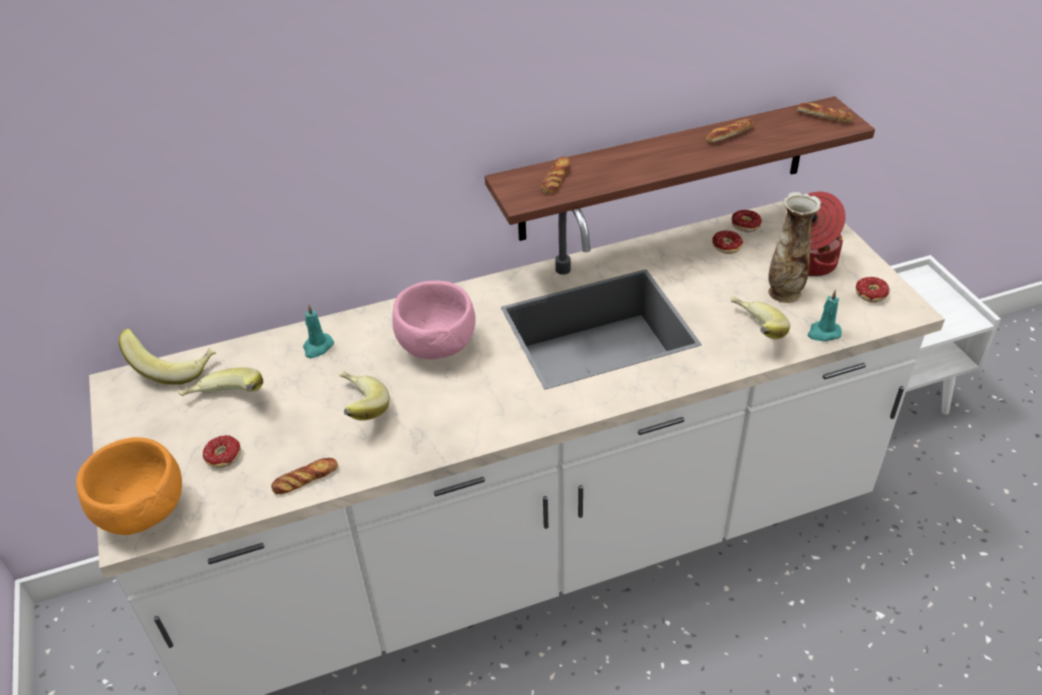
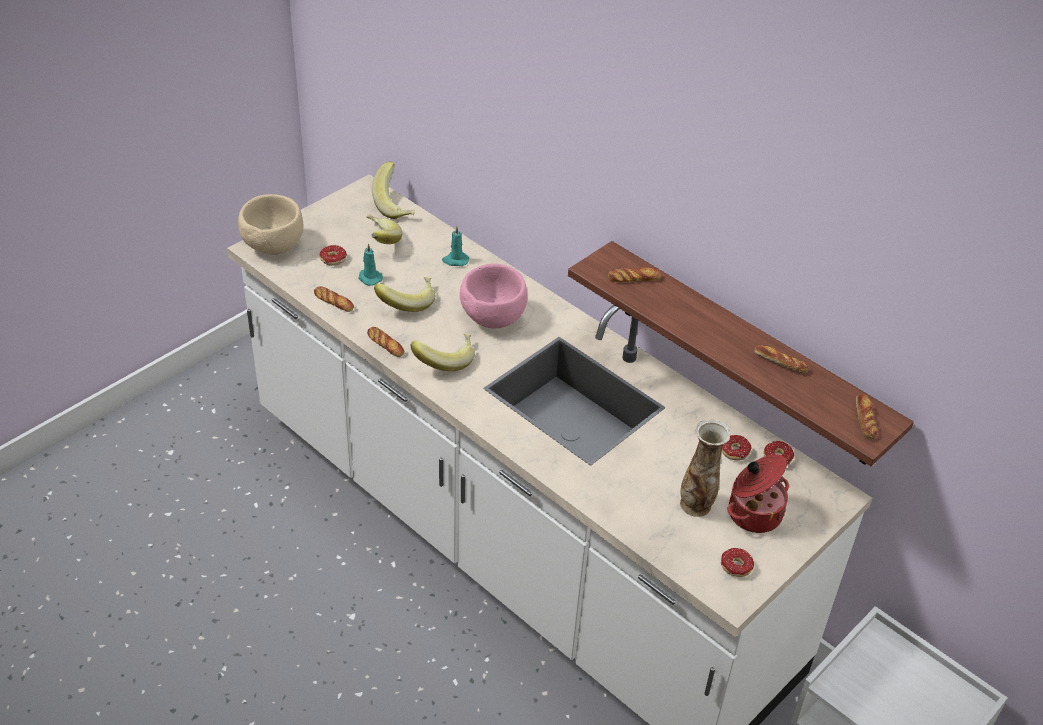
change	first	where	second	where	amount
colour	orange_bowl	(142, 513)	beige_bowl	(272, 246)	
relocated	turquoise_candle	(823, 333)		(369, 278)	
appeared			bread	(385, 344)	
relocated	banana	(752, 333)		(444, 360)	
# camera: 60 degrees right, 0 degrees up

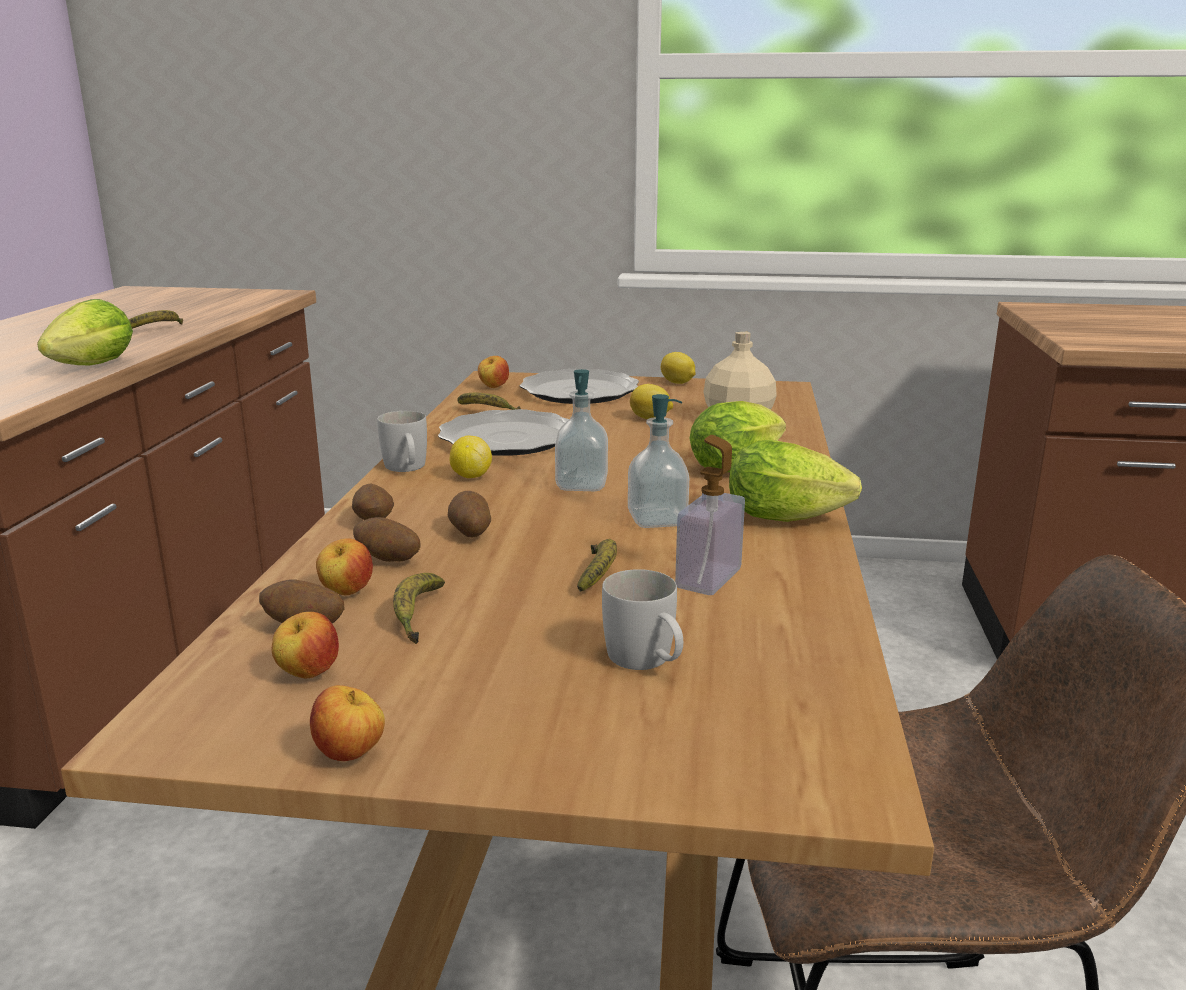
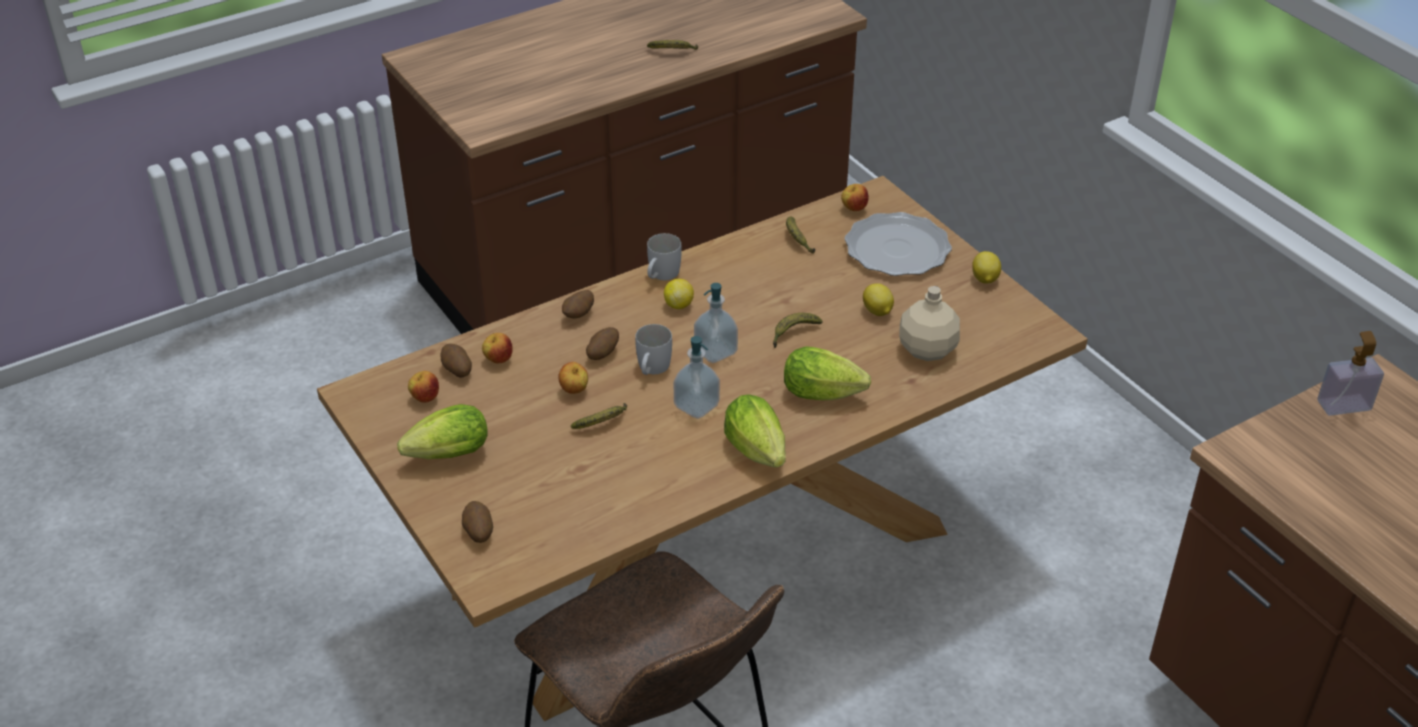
change	first	where	second	where	amount
relocated	lettuce	(88, 367)		(444, 456)	
relocated	potato	(387, 560)		(478, 532)	
relocated	apple	(350, 755)		(574, 390)	
relocated	white_mug	(647, 661)		(652, 369)	
relocated	banana	(417, 616)		(793, 333)	
relocated	soap_dispenser	(708, 578)		(1344, 405)	
missing	plate	(509, 438)			
# camera: 50 degrees right, 20 degrees up

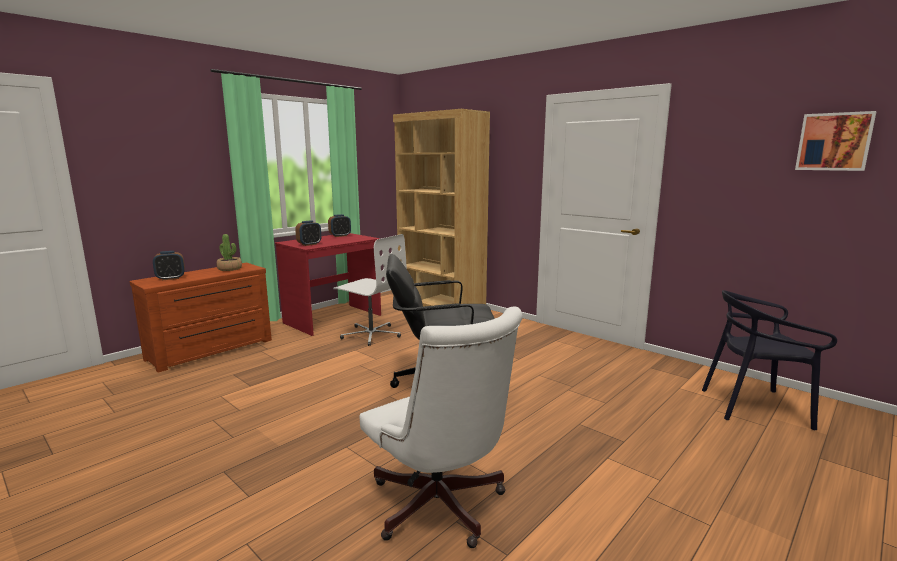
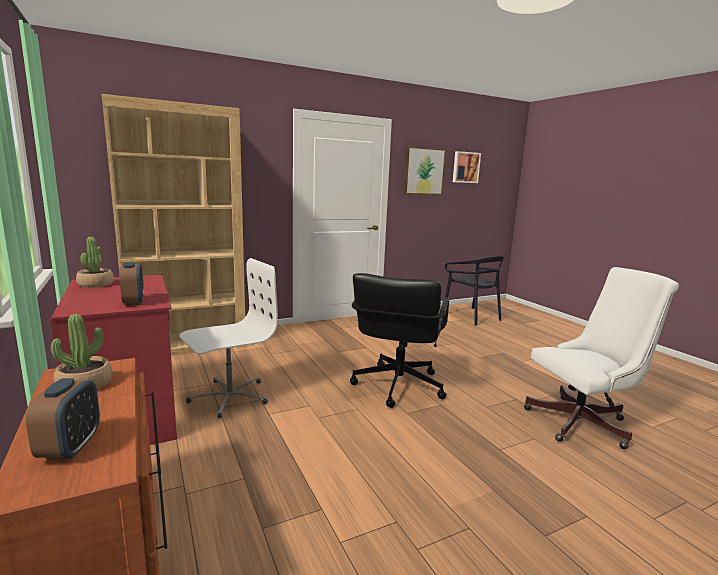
change	first	where	second	where	amount
exchanged	alarm_clock	(340, 236)	potted_plant	(95, 284)	
appeared			picture	(424, 171)	
spun	black_chair	(754, 407)		(471, 316)	60 degrees counterclockwise
# camera: 70 degrees left, 0 degrees up

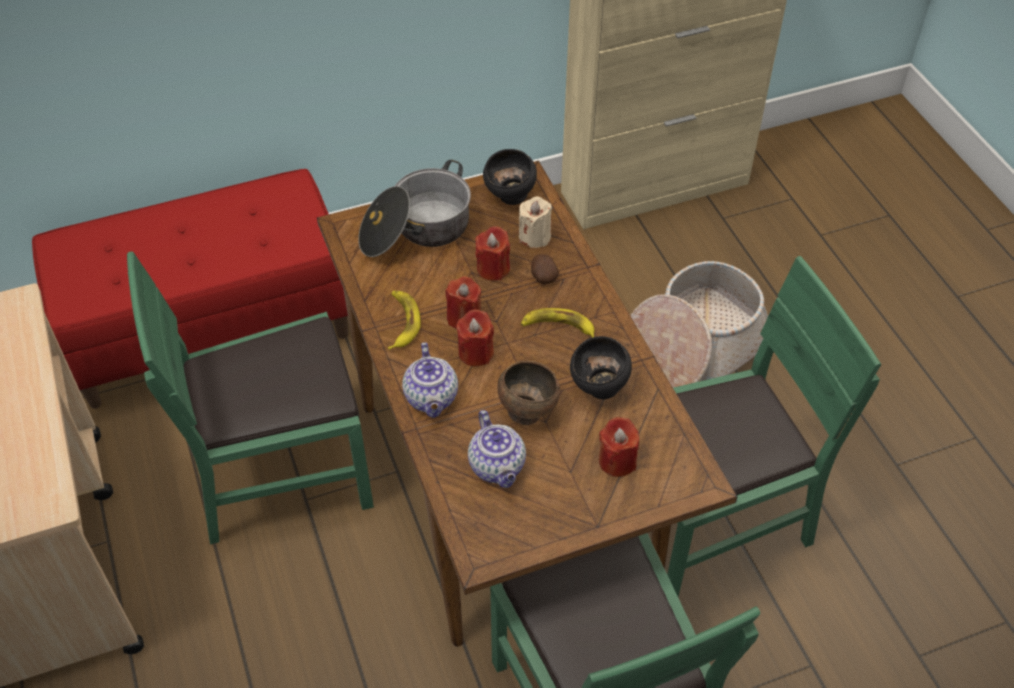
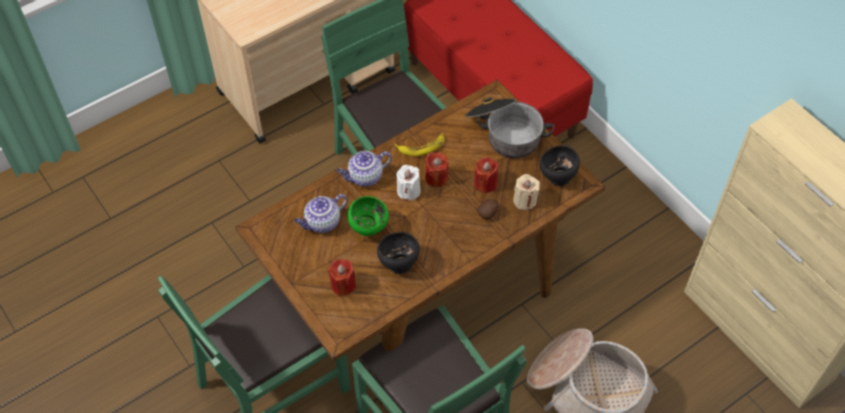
change	first	where	second	where	amount
colour	brown_bowl	(527, 411)	green_bowl	(369, 228)	
colour	red_candle	(475, 353)	white_candle	(408, 191)	
missing	banana	(558, 327)			
# camera: 75 degrees right, 5 degrees up

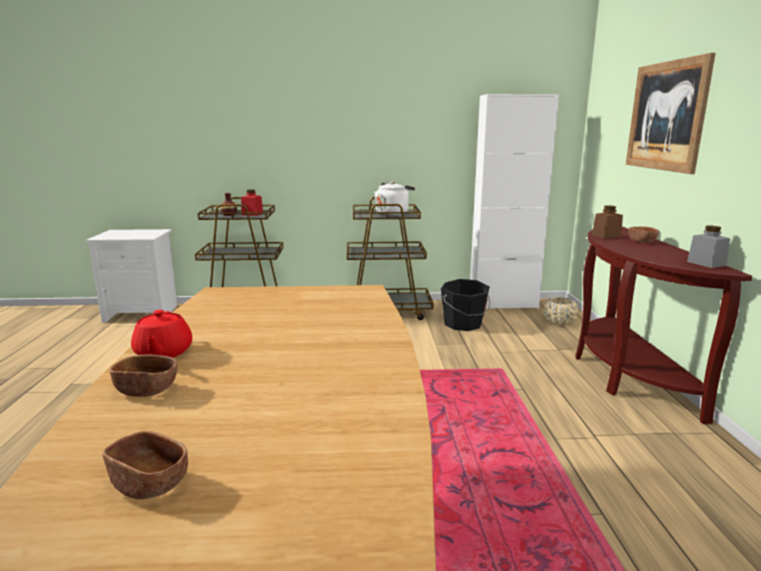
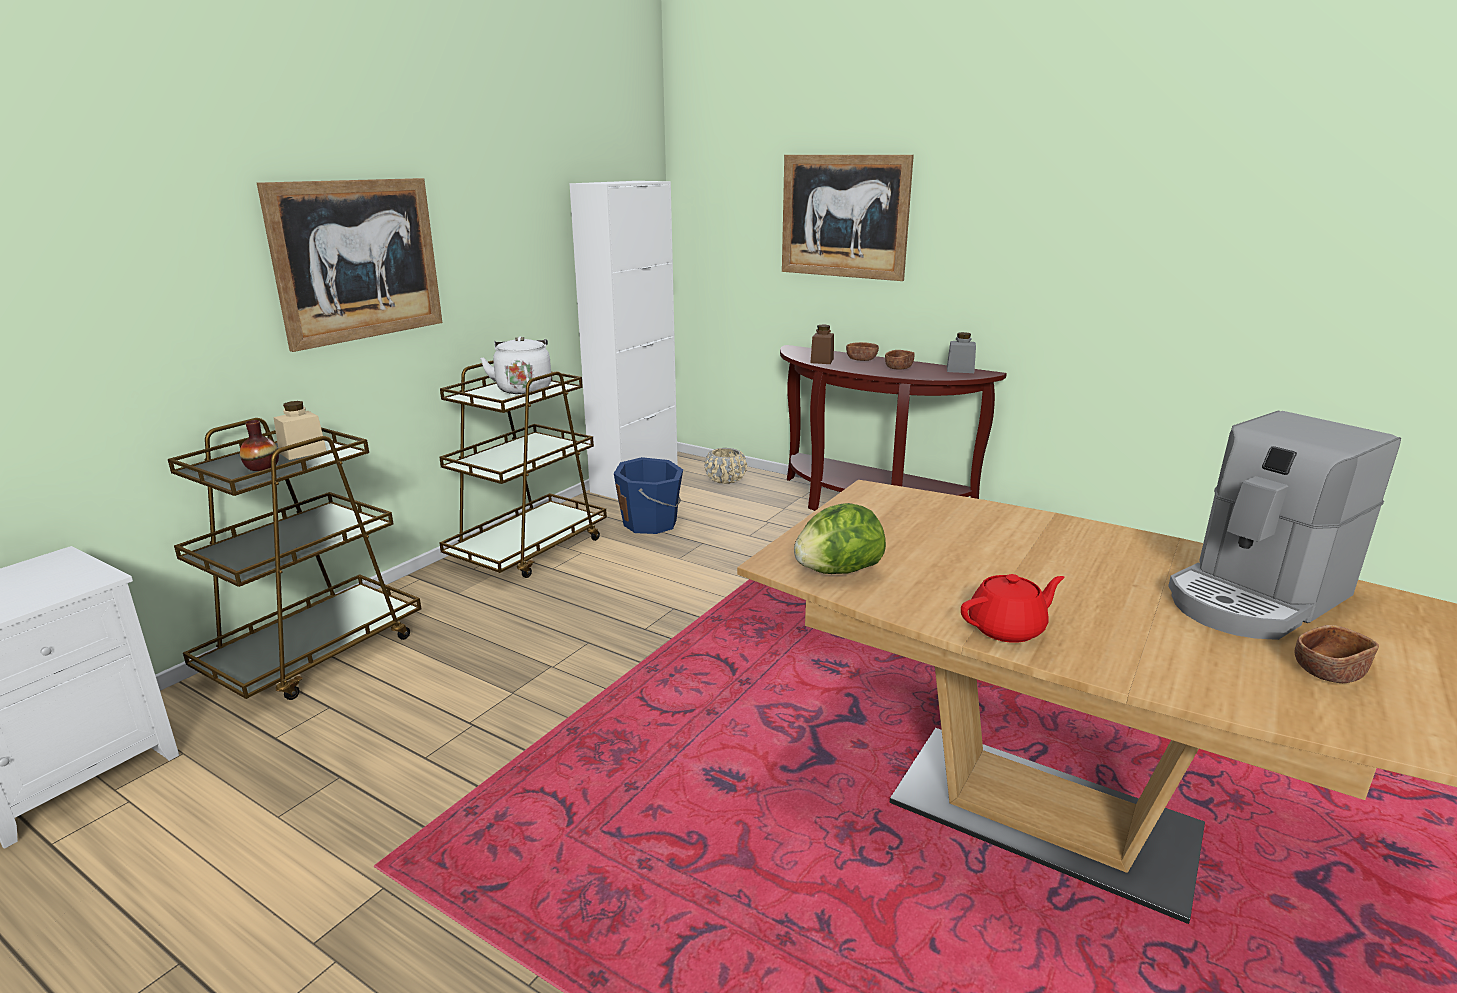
change	first	where	second	where	amount
appeared			picture	(358, 260)	
colour	red_jar	(252, 214)	beige_jar	(303, 452)	
colour	black_bucket	(463, 324)	blue_bucket	(651, 523)	
appeared			lettuce	(837, 571)	
relocated	brown_bowl	(147, 390)		(898, 368)	
spun	red_teapot	(163, 353)		(1007, 629)	45 degrees counterclockwise
appeared			coffee_machine	(1255, 598)	
# camera: 55 degrees left, 5 degrees up

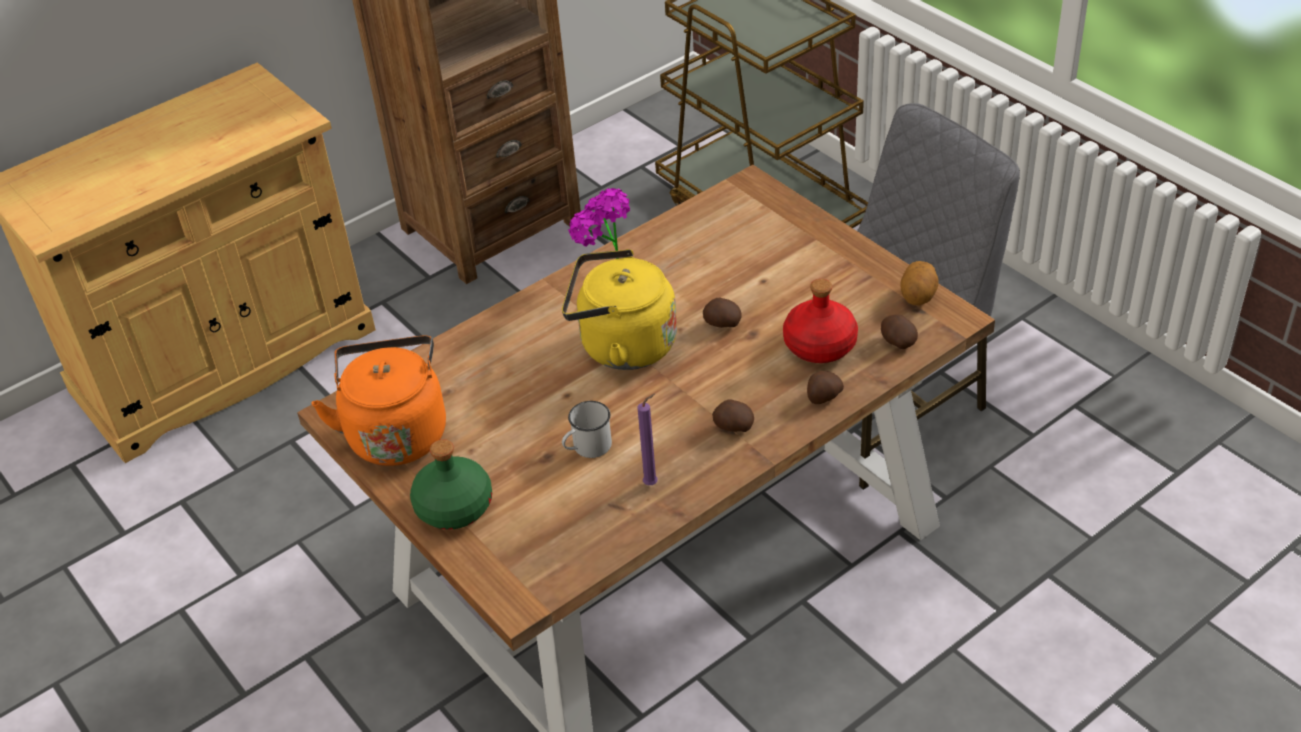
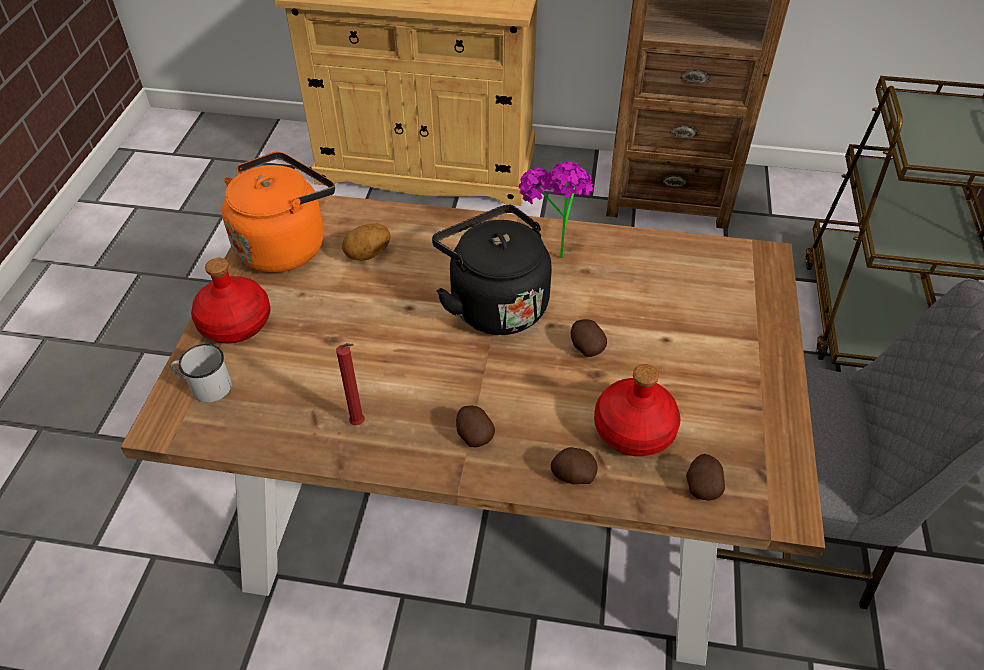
change	first	where	second	where	amount
relocated	white_mug	(587, 448)		(205, 386)	
colour	green_bottle	(453, 507)	red_bottle	(235, 322)	
colour	purple_candle	(653, 483)	red_candle	(359, 424)	
relocated	potato	(918, 297)		(368, 255)	
colour	yellow_kettle	(622, 346)	black_kettle	(494, 303)	
# camera: 45 degrees right, 5 degrees up

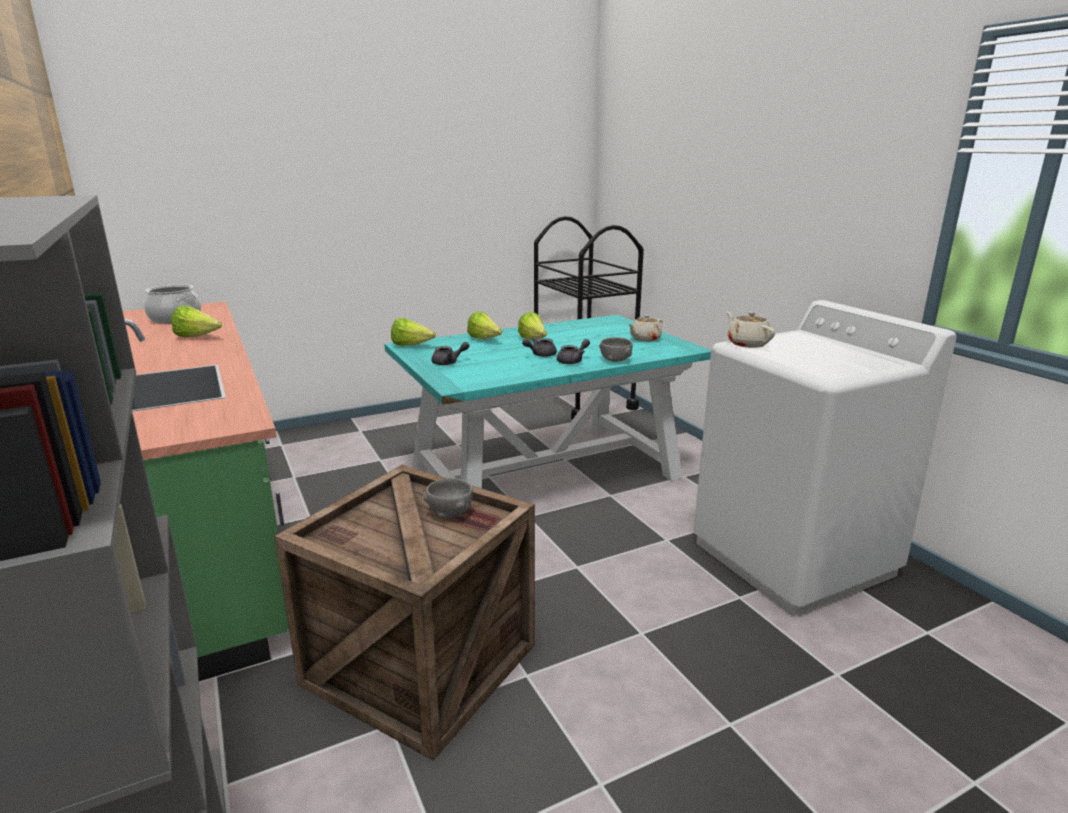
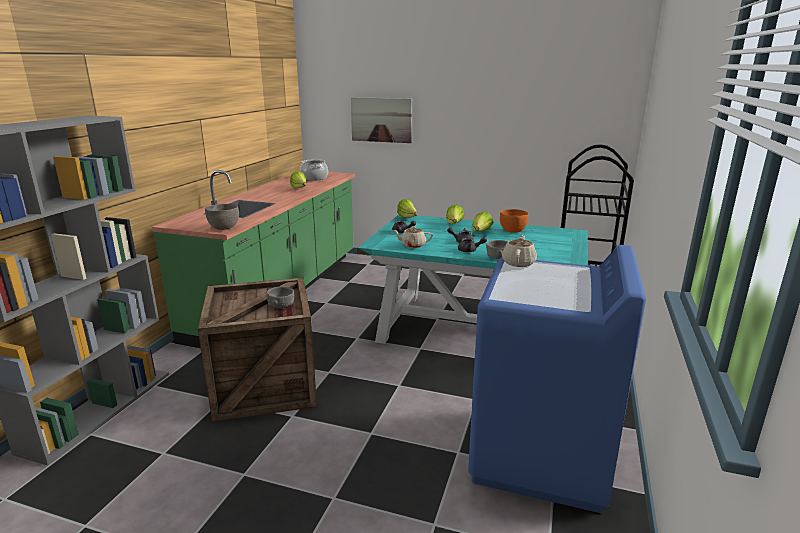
change	first	where	second	where	amount
appeared			grey_bowl	(224, 228)	
appeared			picture	(381, 120)	
relocated	beige_teapot	(644, 339)		(412, 245)	
colour	white_washing_machine	(793, 558)	blue_washing_machine	(540, 456)	
appeared			orange_bowl	(512, 231)	
# camera: 45 degrees right, 0 degrees up

